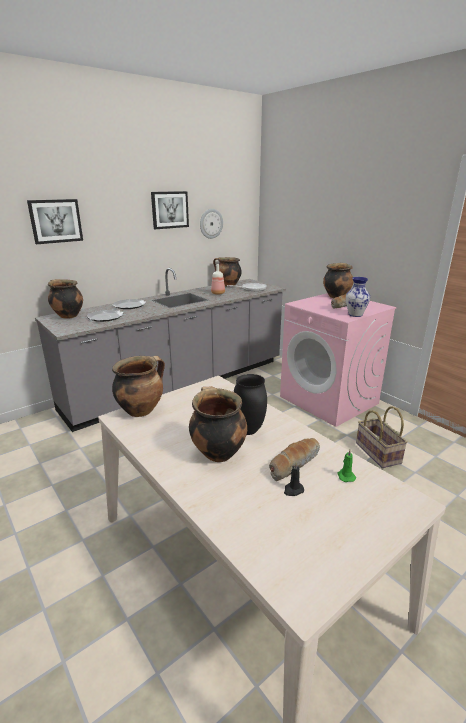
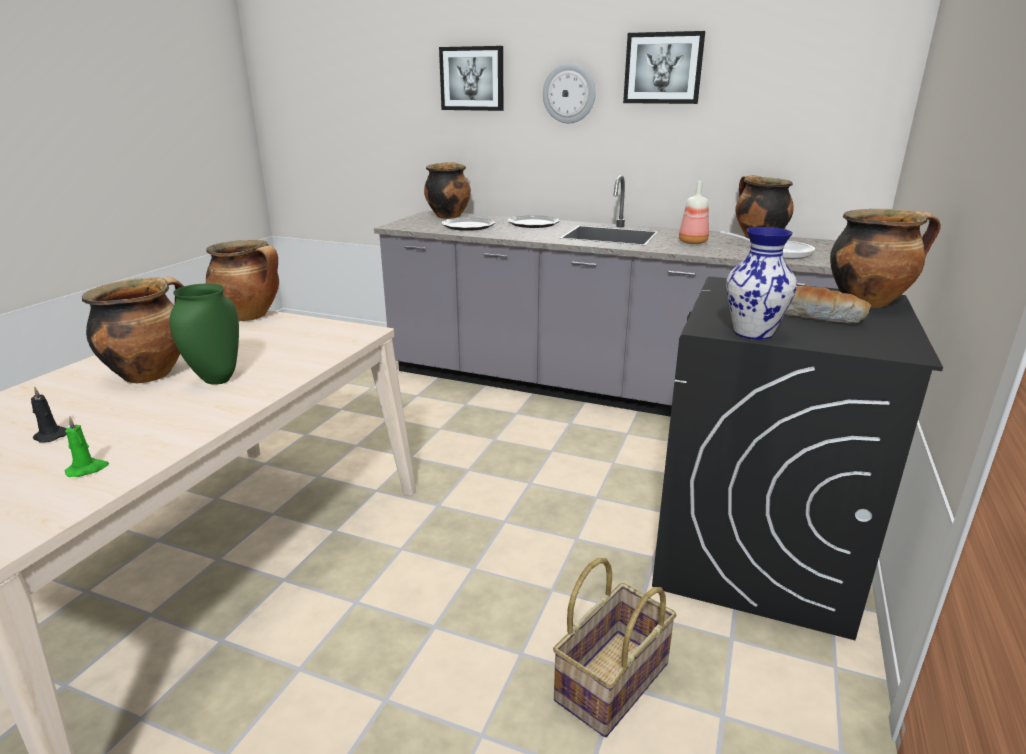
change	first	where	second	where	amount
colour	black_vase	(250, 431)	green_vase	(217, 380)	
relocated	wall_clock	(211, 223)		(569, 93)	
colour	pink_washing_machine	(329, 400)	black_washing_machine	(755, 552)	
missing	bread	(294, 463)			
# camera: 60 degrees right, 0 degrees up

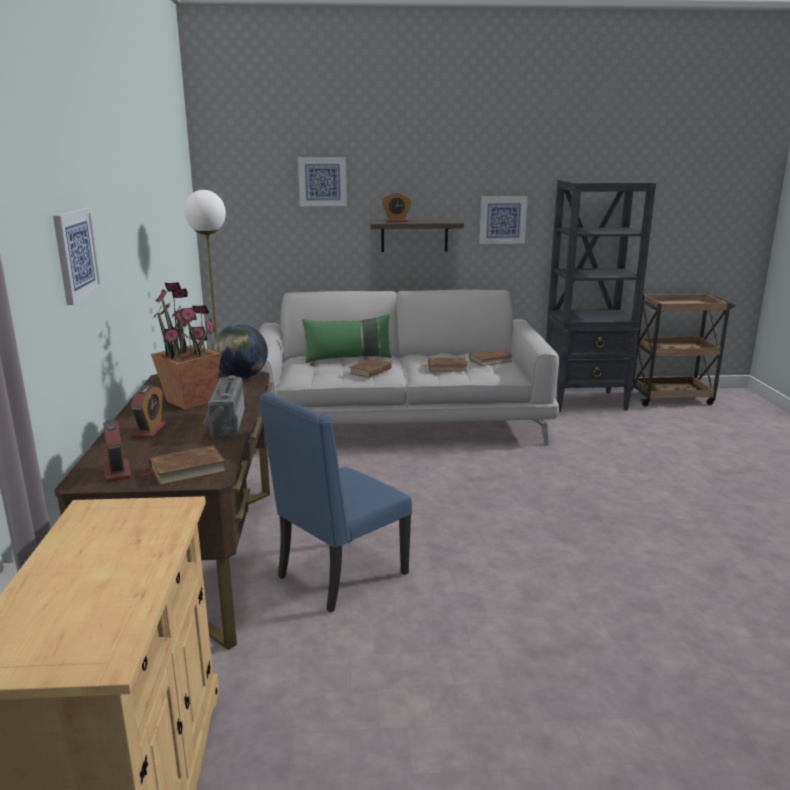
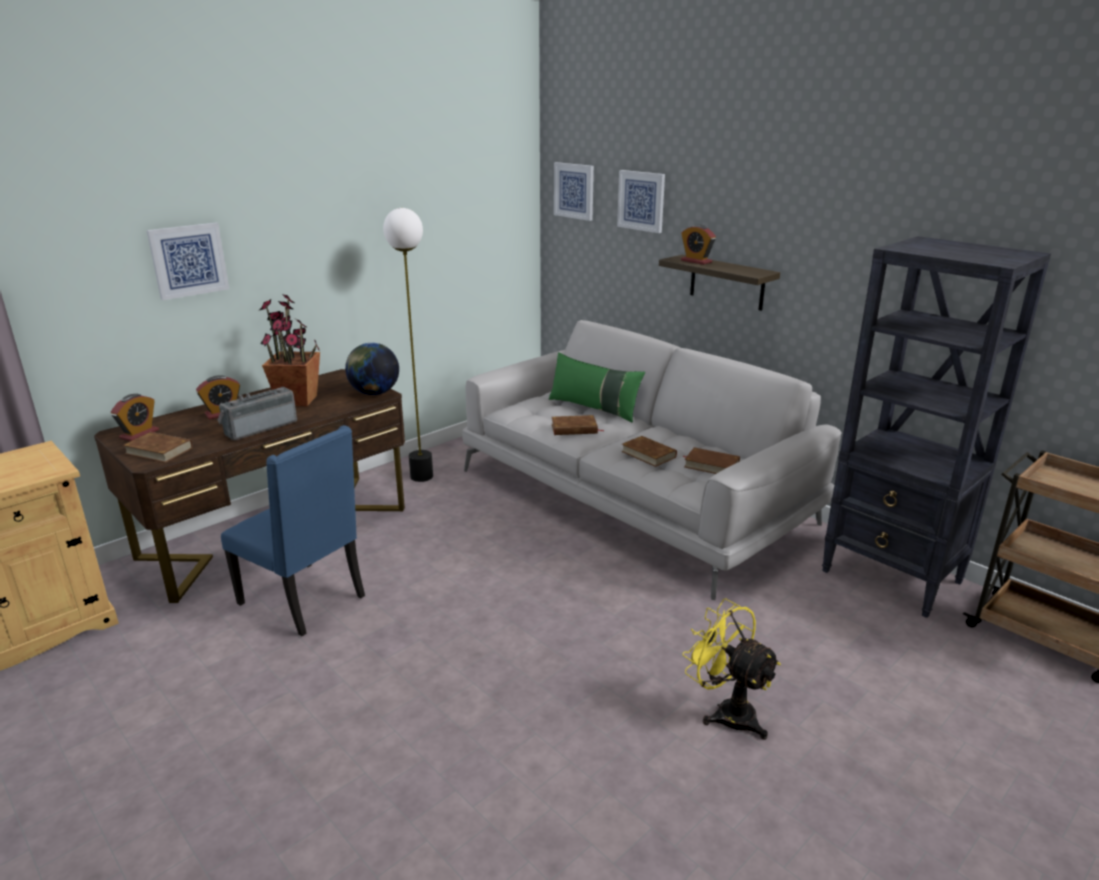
change	first	where	second	where	amount
spun	blue_chair	(339, 576)		(305, 600)	150 degrees counterclockwise
relocated	picture	(502, 220)		(574, 191)	
appeared			yellow_fan	(727, 712)	
# camera: 50 degrees right, 5 degrees up

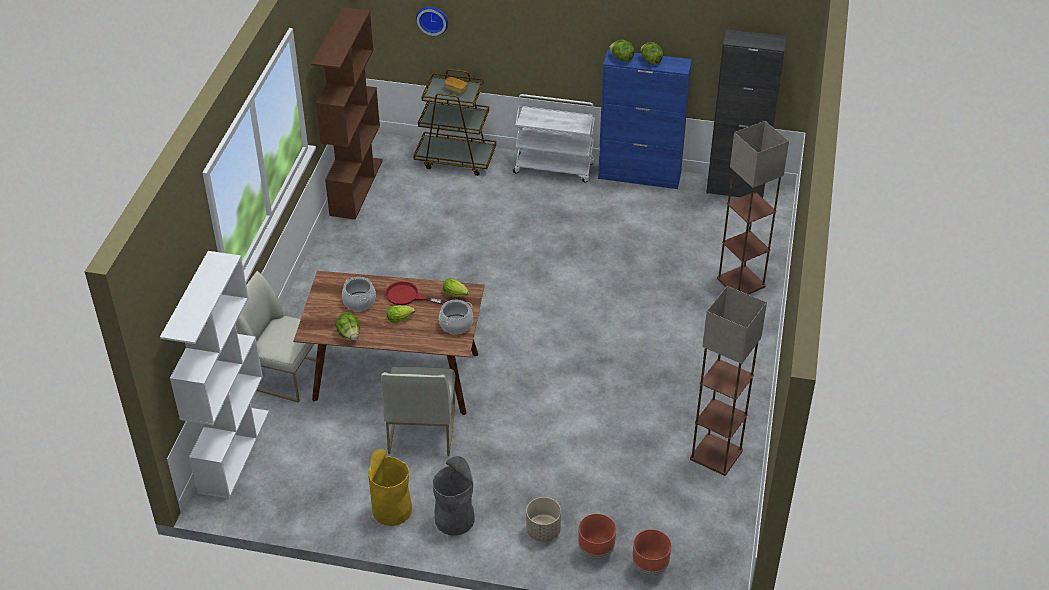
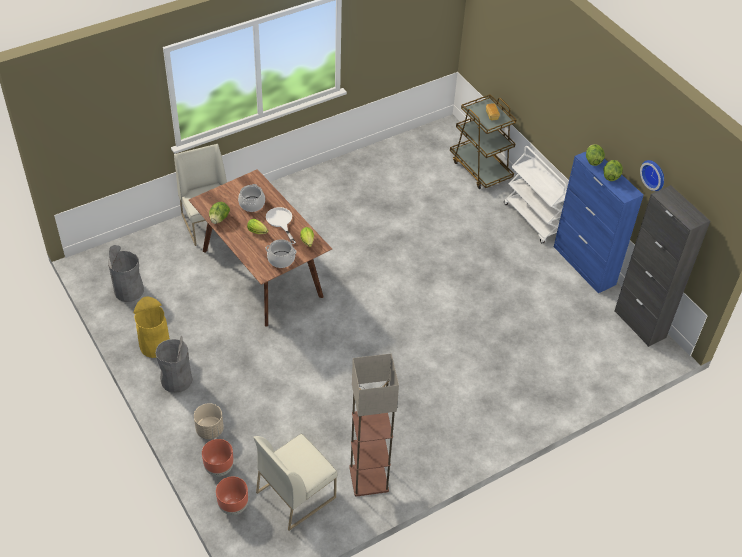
change	first	where	second	where	amount
appeared			grey_trash_can	(129, 291)	
relocated	white_chair	(421, 429)		(296, 494)	
colour	red_frying_pan	(408, 296)	white_frying_pan	(281, 222)	
relocated	wall_clock	(432, 19)		(654, 174)	
missing	white_bookcase	(233, 451)			
missing	brown_bookcase	(356, 187)			
missing	floor_lamp	(742, 282)			
# camera: 45 degrees right, 5 degrees up

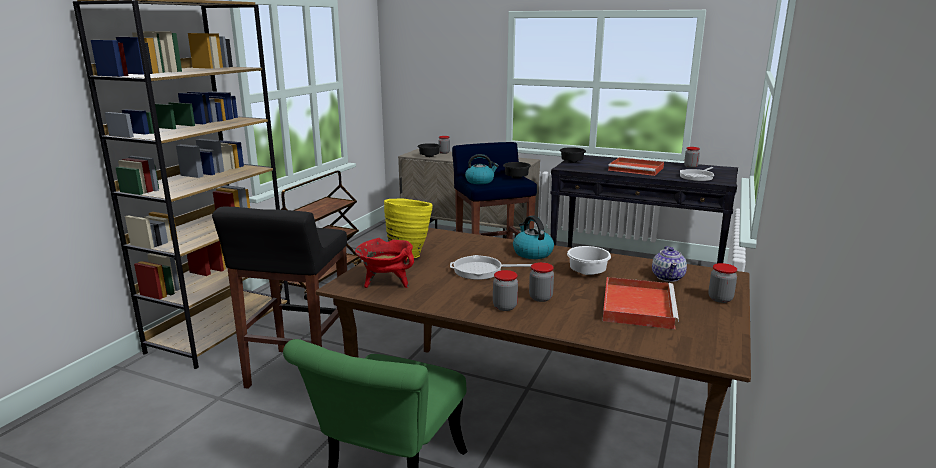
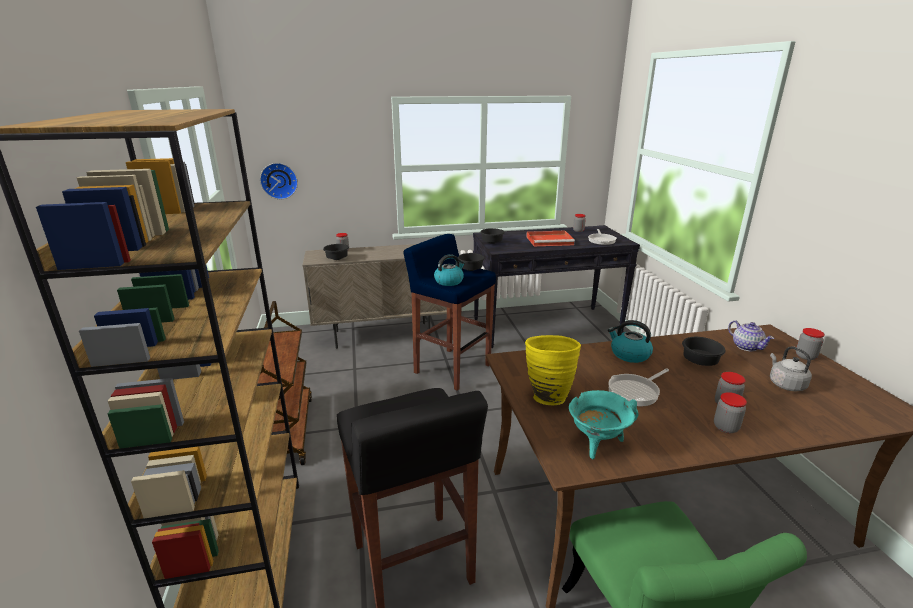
change	first	where	second	where	amount
appeared			wall_clock	(279, 180)	
colour	red_cooking_pot	(386, 283)	turquoise_cooking_pot	(597, 443)	
colour	white_bowl	(587, 272)	black_bowl	(698, 361)	
exchanged	red_tray	(637, 305)	grey_kettle	(785, 384)	
# camera: 35 degrees left, 5 degrees up

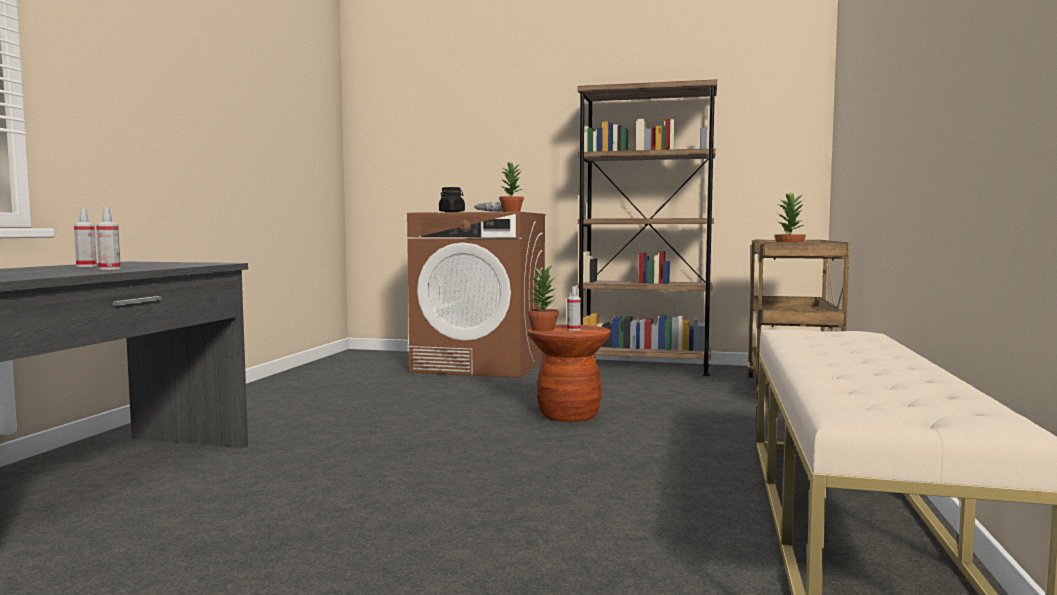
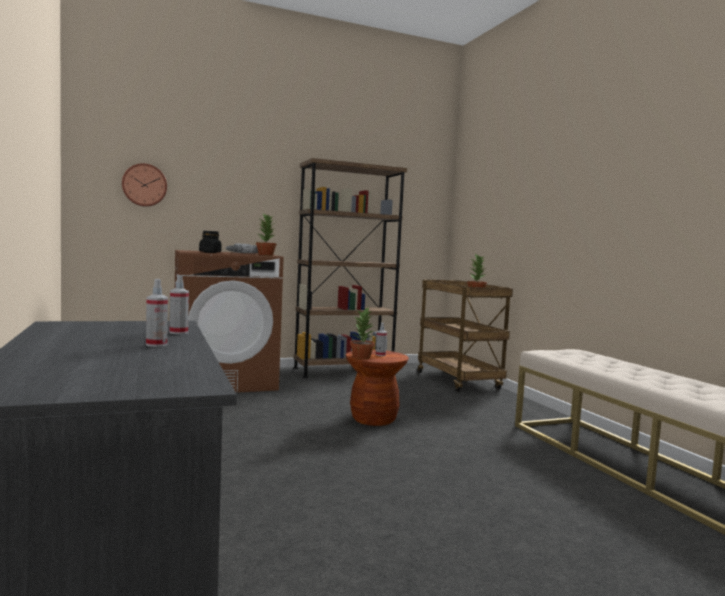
change	first	where	second	where	amount
appeared			wall_clock	(144, 185)	
relocated	spray_bottle	(86, 266)		(178, 332)	
# camera: 35 degrees left, 0 degrees up

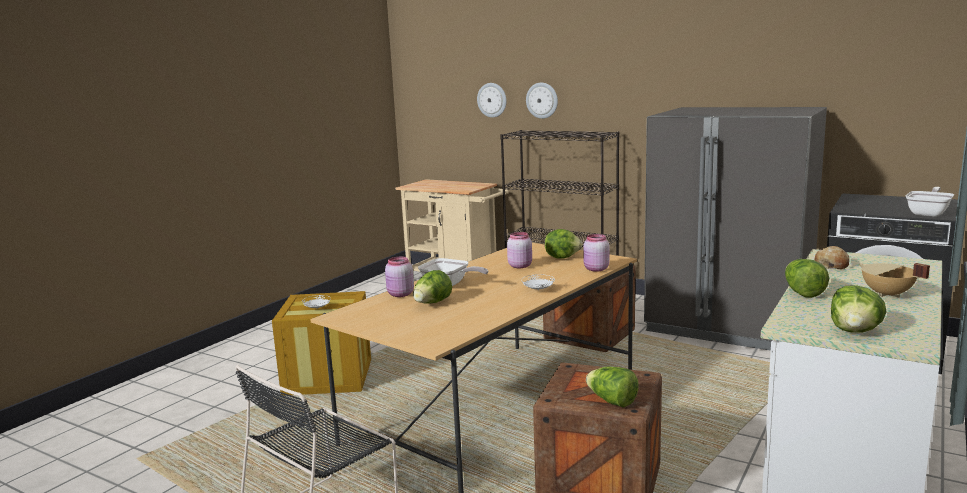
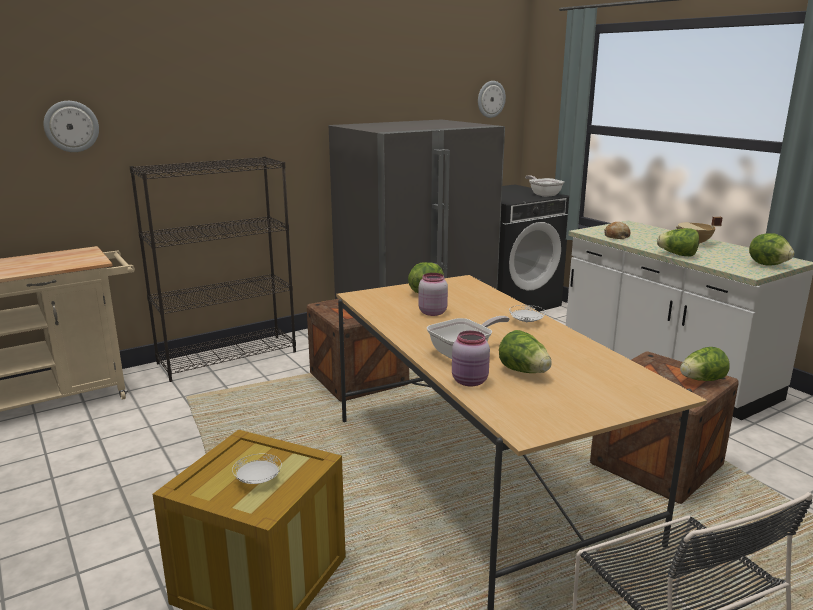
change	first	where	second	where	amount
relocated	wall_clock	(542, 100)		(490, 99)	
missing	pink_jar	(595, 269)			
# camera: 65 degrees left, 5 degrees up

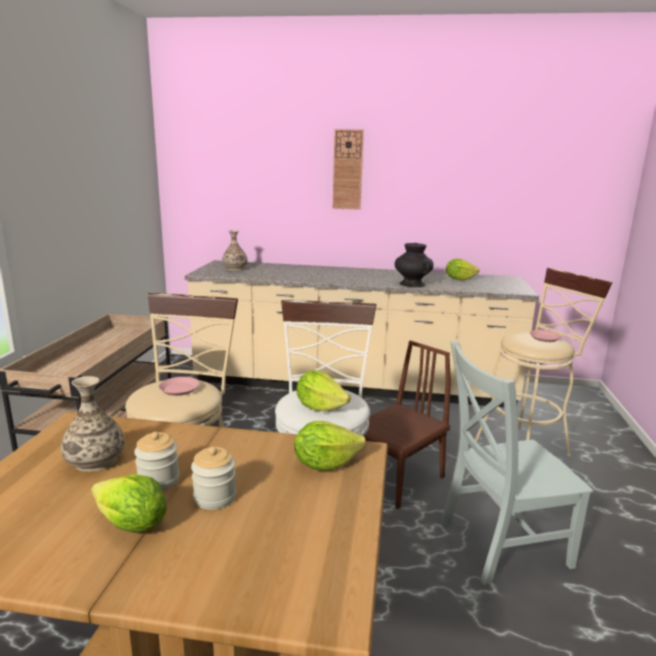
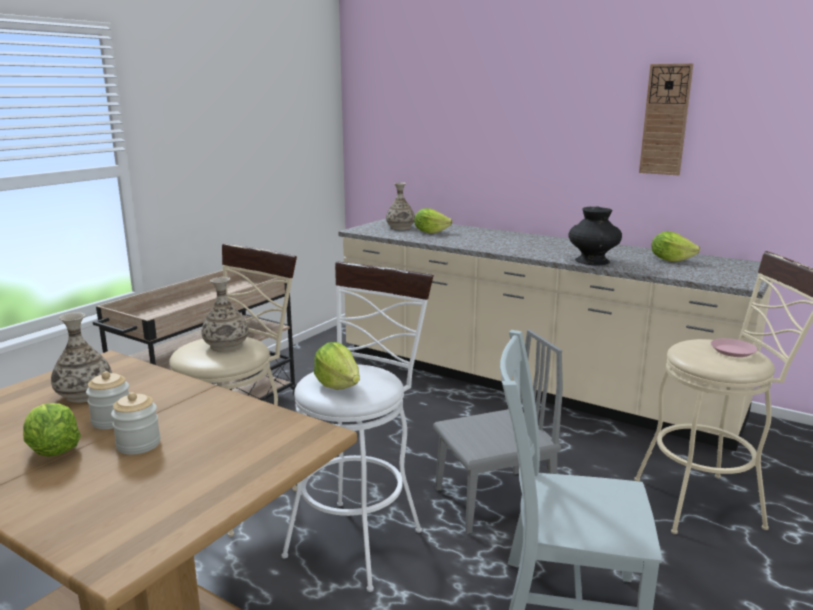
change	first	where	second	where	amount
exchanged	pink_plate	(179, 389)	vase	(226, 345)	
relocated	lettuce	(325, 464)		(430, 232)	
colour	brown_chair	(396, 478)	grey_chair	(493, 500)	
relocated	wall_clock	(347, 170)		(665, 120)	
# camera: 25 degrees right, 0 degrees up

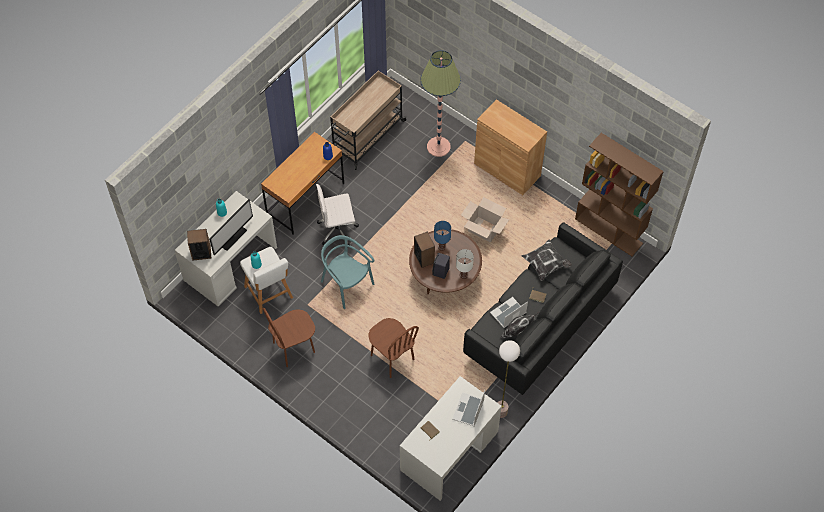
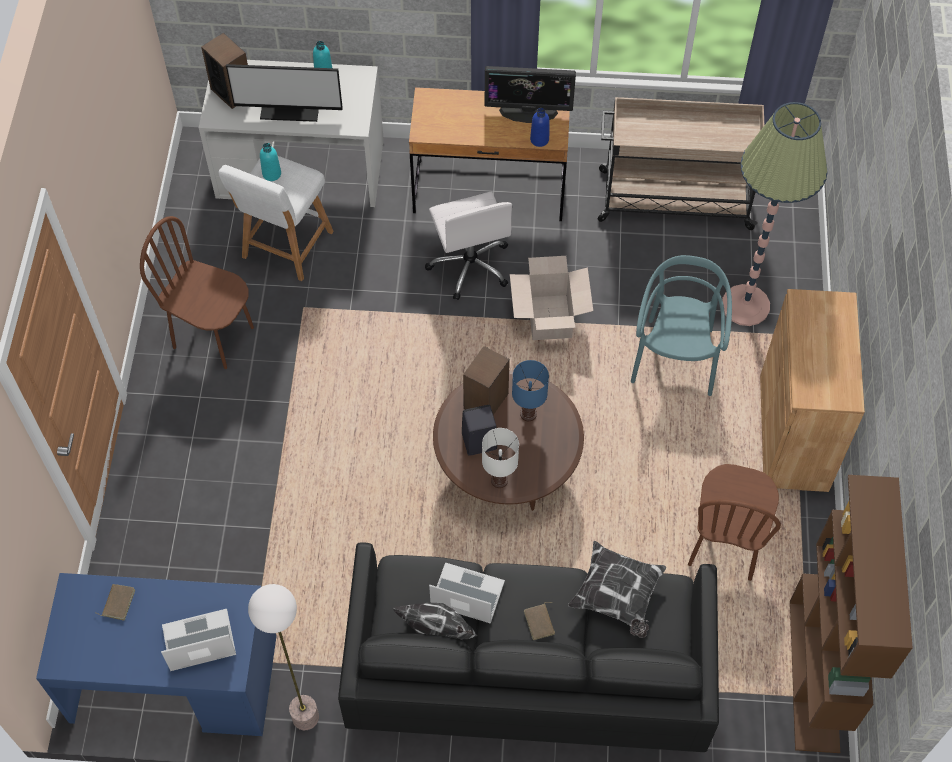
change	first	where	second	where	amount
colour	white_desk	(449, 451)	blue_desk	(174, 679)	
spun	white_office_chair	(338, 230)		(470, 265)	150 degrees counterclockwise
appeared			monitor	(528, 111)	
relocated	cardboard_box	(484, 229)		(550, 318)	
relocated	turquoise_chair	(346, 284)		(675, 358)	
relocated	brown_chair	(392, 358)		(724, 544)	
# camera: 55 degrees right, 0 degrees up

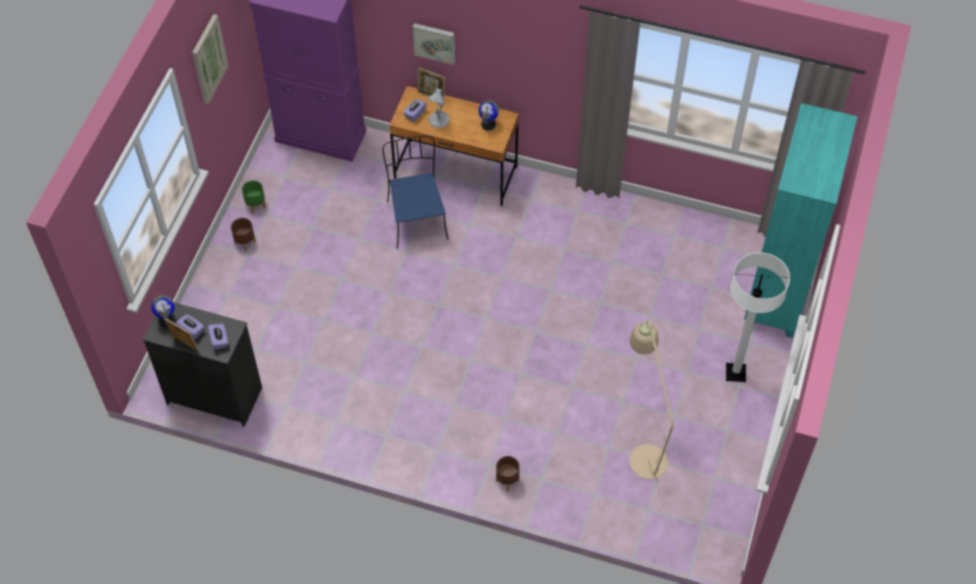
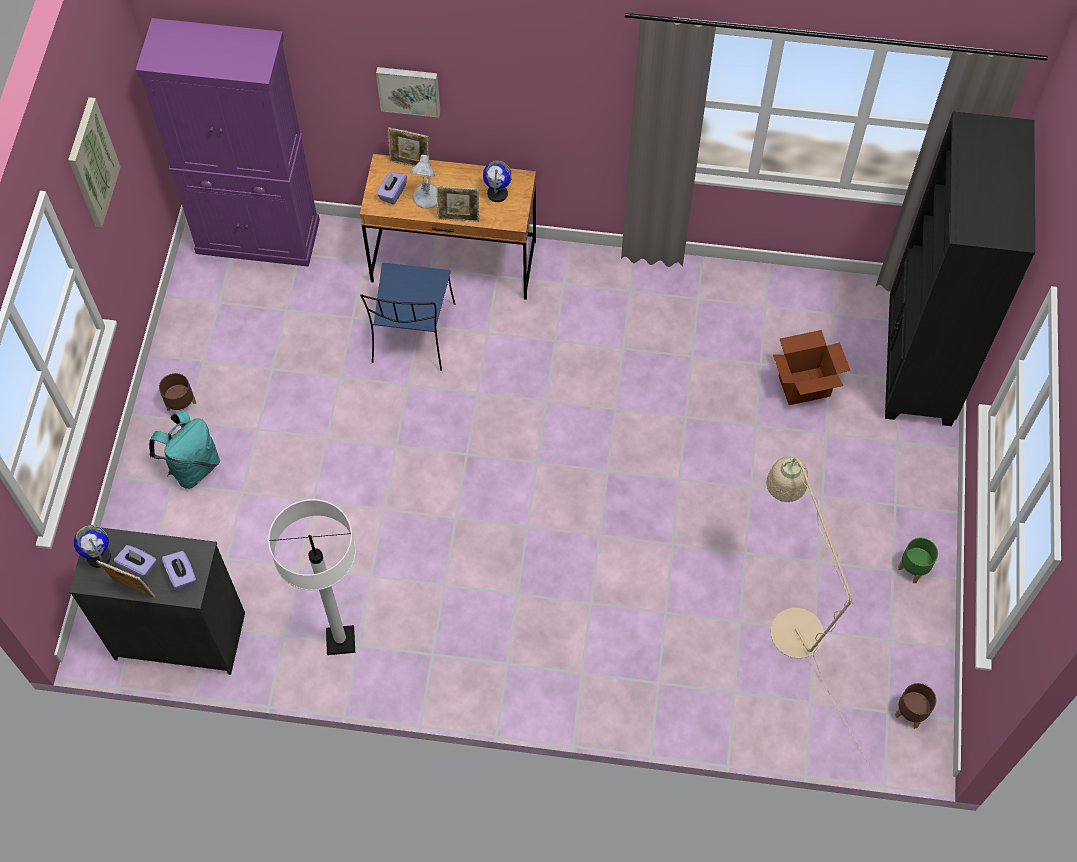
change	first	where	second	where	amount
appeared			turquoise_backpack	(193, 466)	
relocated	white_floor_lamp	(735, 373)		(340, 641)	
spun	blue_chair	(416, 219)		(413, 335)	150 degrees counterclockwise
appeared			picture_frame	(459, 218)	
appeared			cardboard_box	(804, 386)	
colour	turquoise_bookcase	(777, 292)	black_bookcase	(918, 365)	
relocated	brown_planter	(507, 480)		(910, 713)	
relocated	green_planter	(256, 205)		(914, 569)	
# camera: 10 degrees left, 5 degrees up

